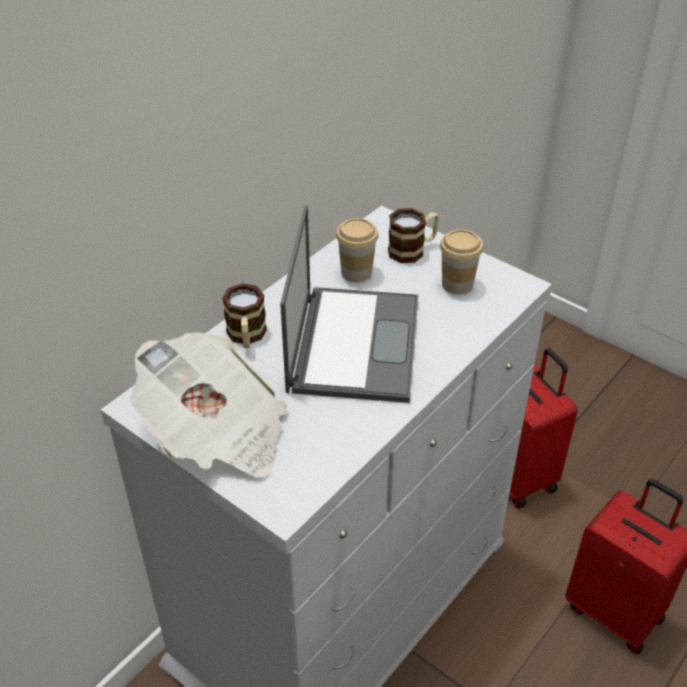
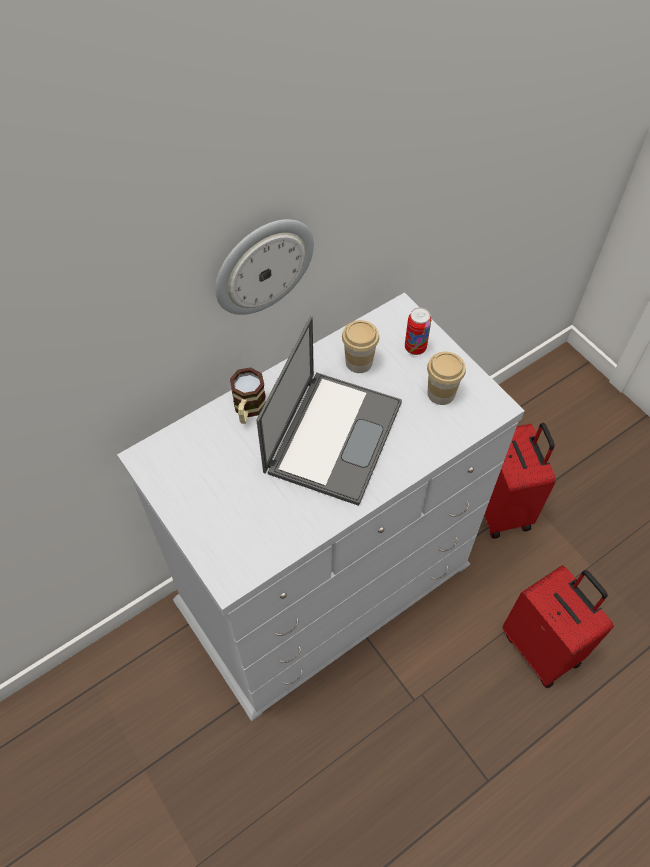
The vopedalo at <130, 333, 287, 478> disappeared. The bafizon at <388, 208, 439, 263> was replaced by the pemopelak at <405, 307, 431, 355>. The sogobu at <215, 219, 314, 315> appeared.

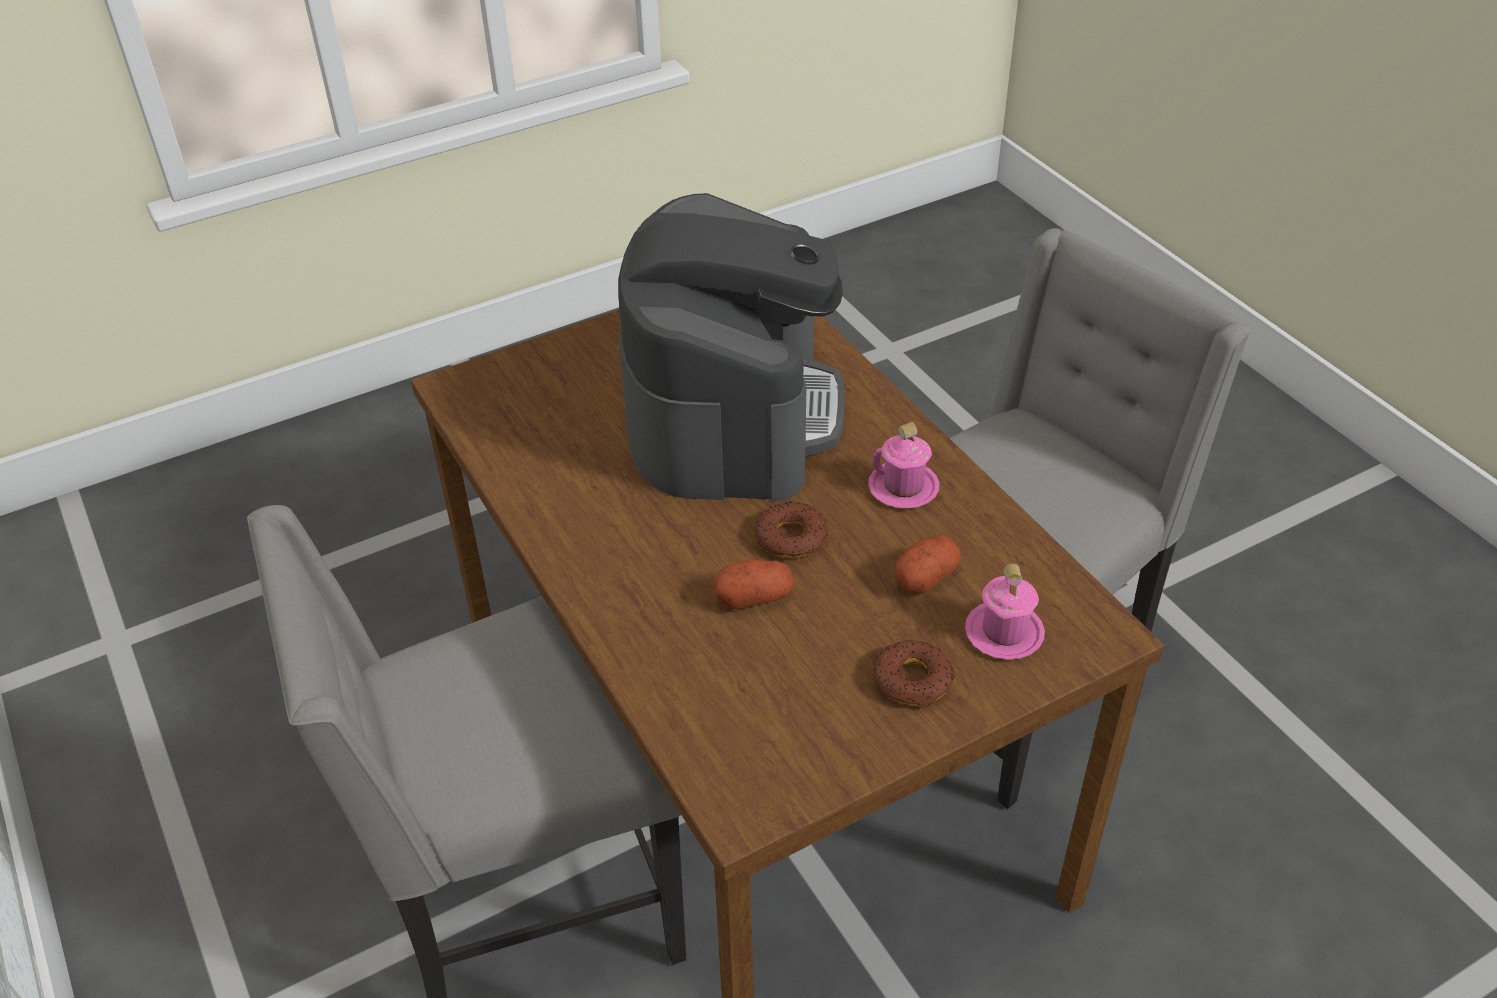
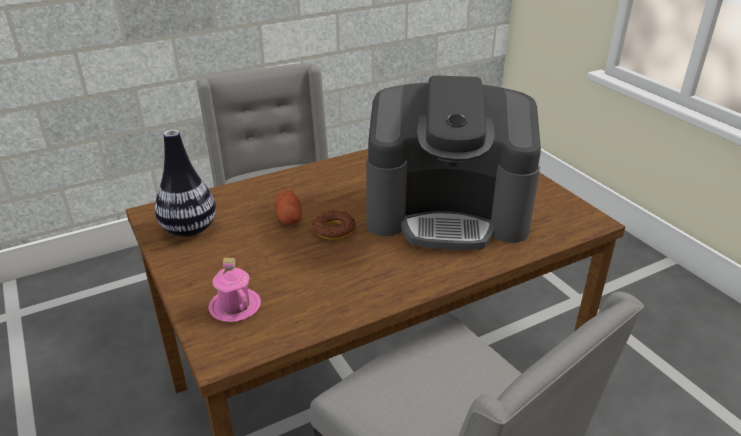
The pink_bafizon at <868, 422, 940, 509> disappeared. The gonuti at <873, 640, 954, 707> disappeared. The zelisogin at <894, 535, 961, 594> disappeared. The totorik at <155, 130, 216, 237> appeared.

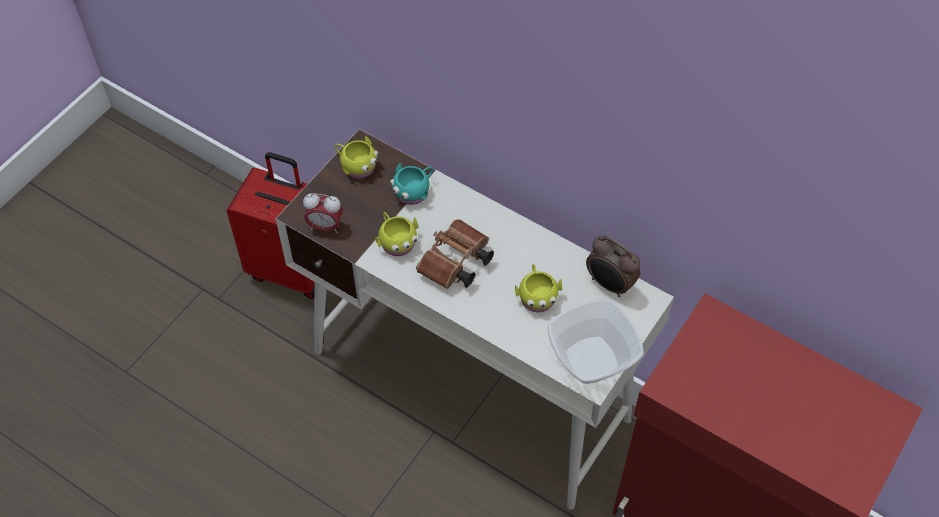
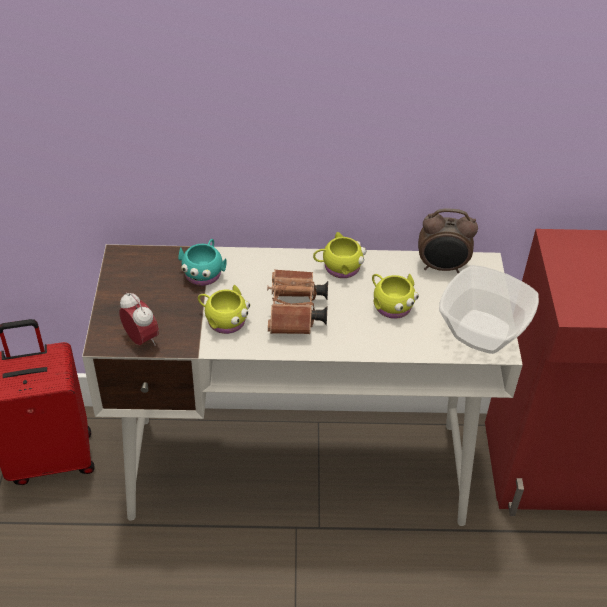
The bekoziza at <303, 193, 343, 233> turned 105 degrees counterclockwise. The yellow_bafizon moved from <334, 136, 379, 178> to <313, 232, 366, 278>.

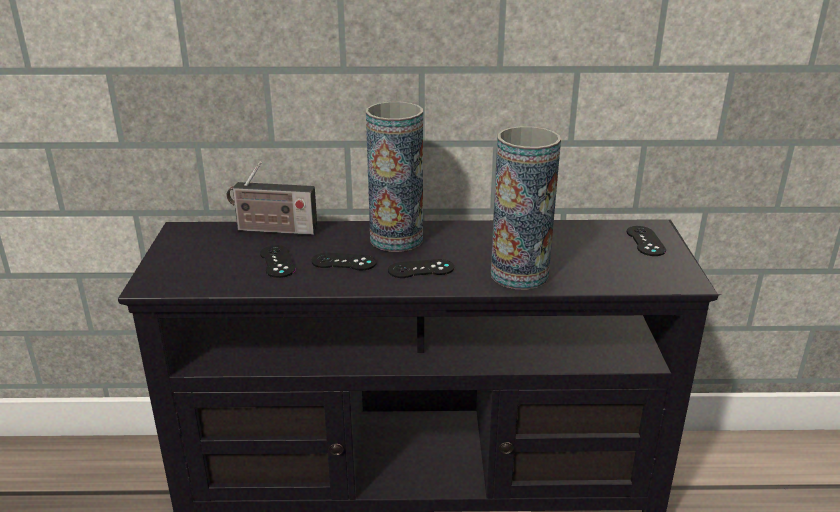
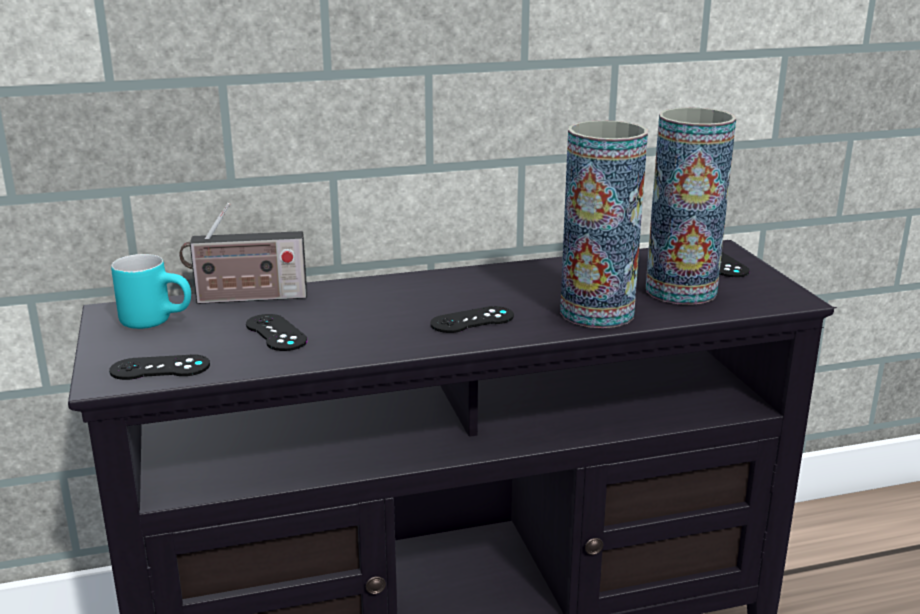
The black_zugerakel moved from <311, 253, 377, 270> to <109, 355, 210, 380>. The totorik moved from <366, 102, 423, 252> to <646, 108, 736, 305>. The turquoise_bafizon at <111, 254, 191, 329> appeared.

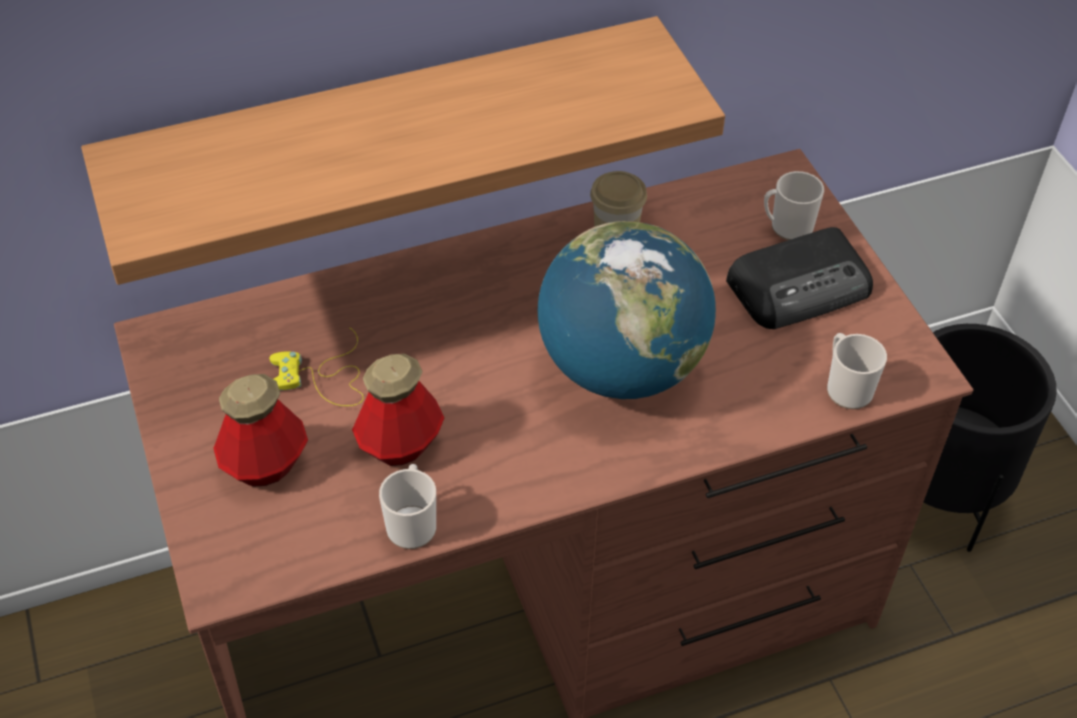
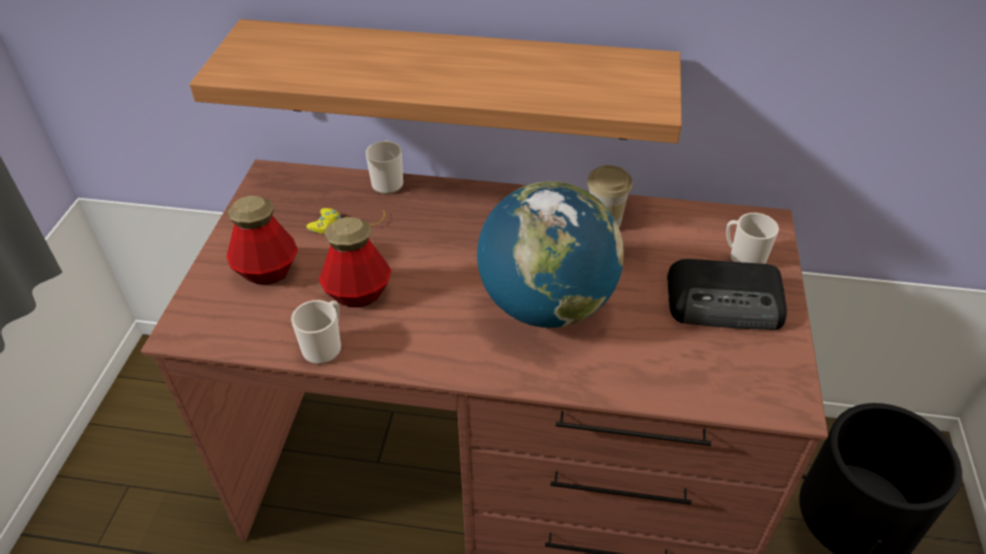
The bafizon moved from <827, 333, 887, 409> to <366, 140, 403, 194>.

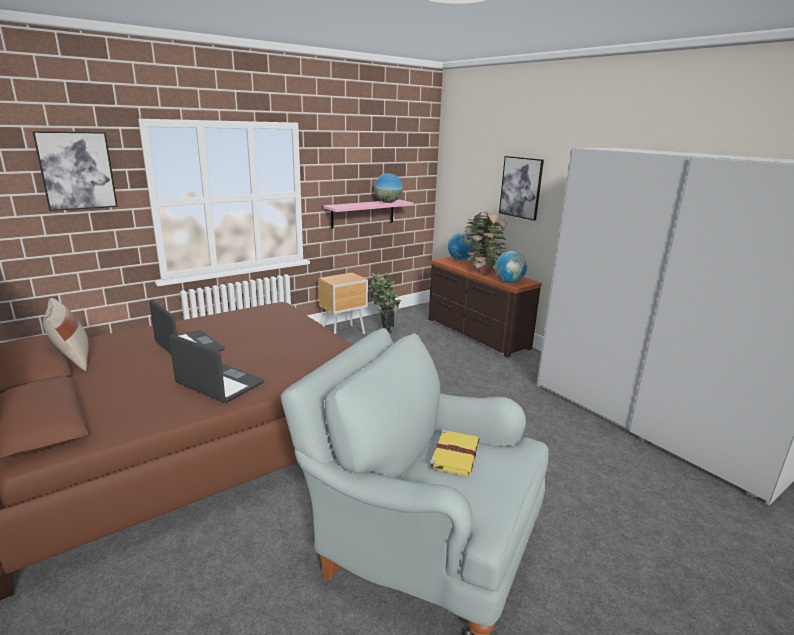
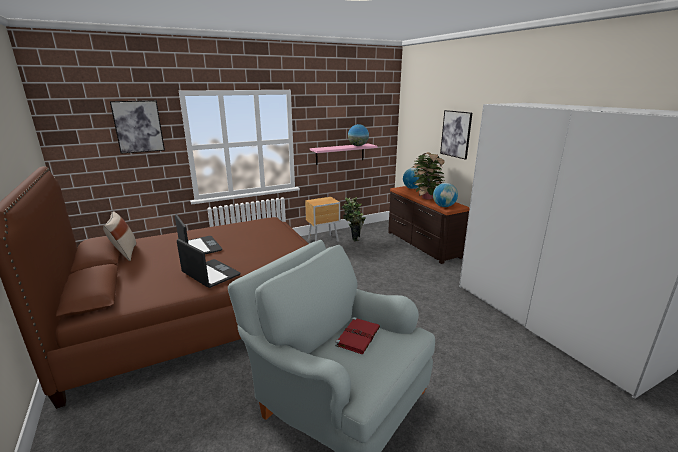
The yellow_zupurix at <429, 430, 479, 476> became the red_zupurix at <335, 317, 380, 354>.

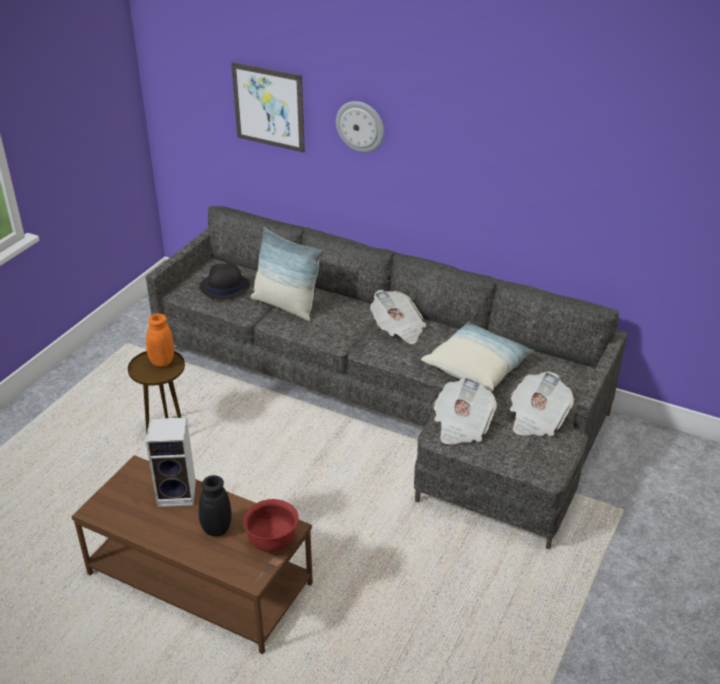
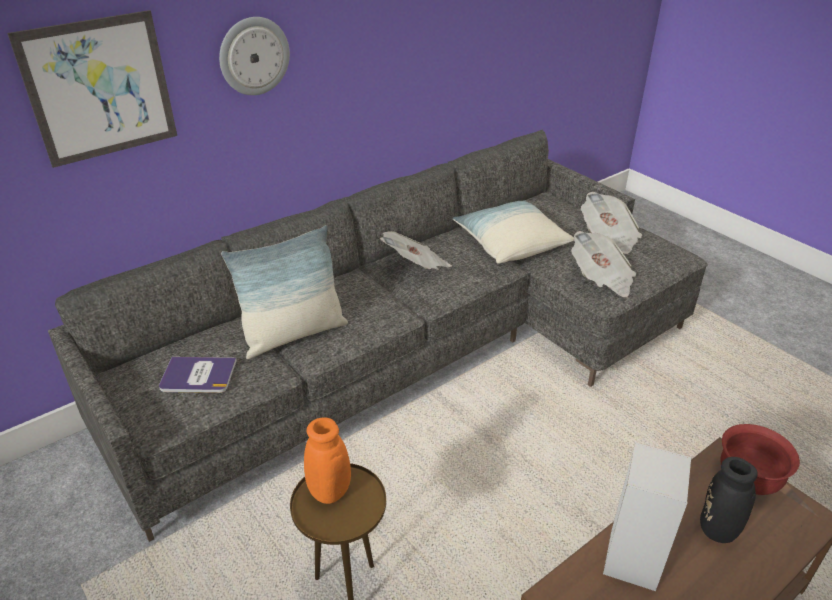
The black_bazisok at <199, 263, 250, 300> was replaced by the zupurix at <159, 357, 237, 393>.

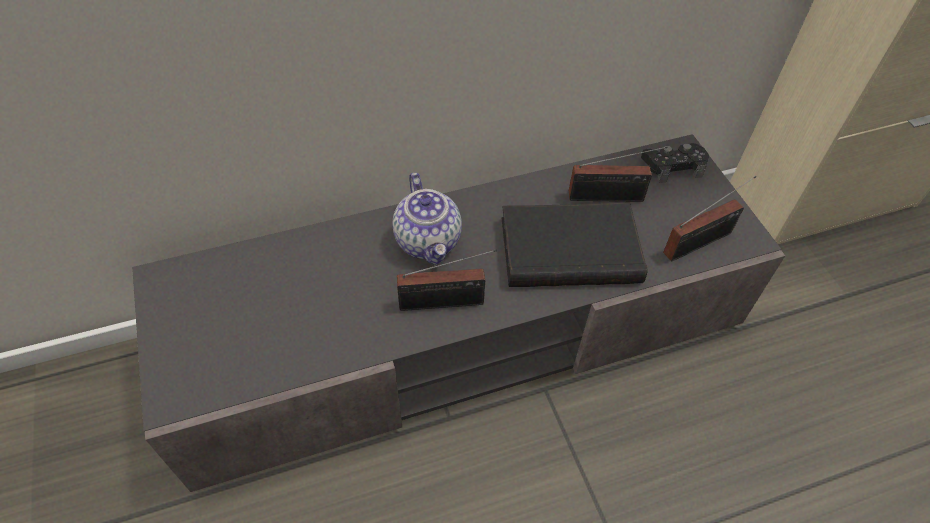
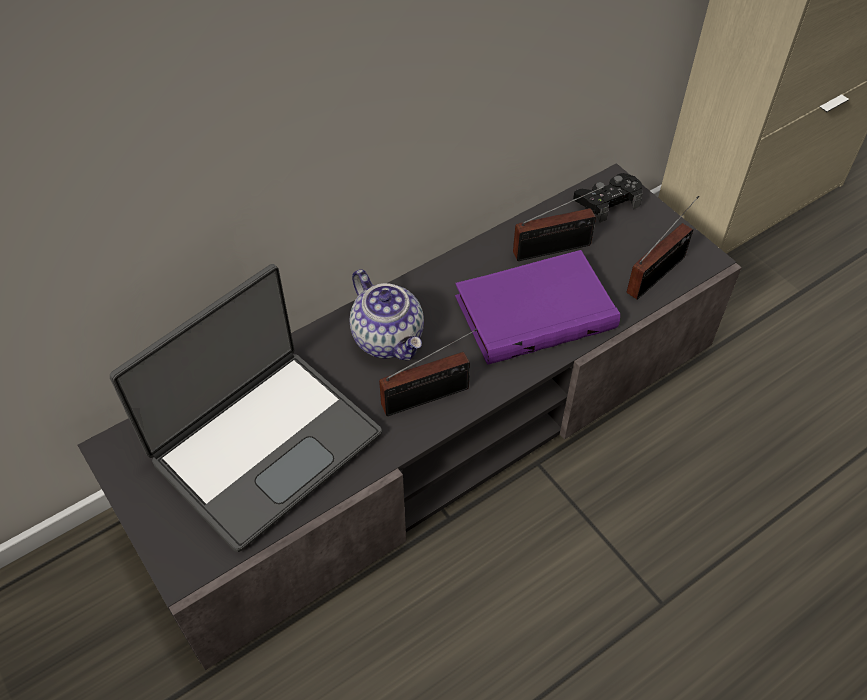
The black_zupurix at <501, 203, 648, 287> became the purple_zupurix at <455, 250, 620, 365>. The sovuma at <110, 264, 382, 552> appeared.

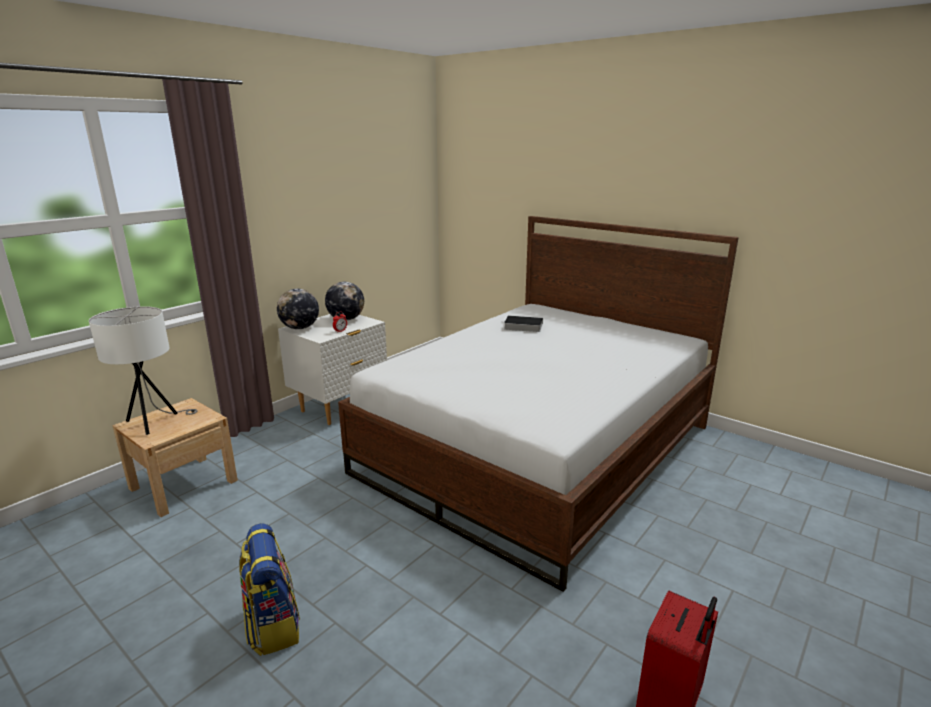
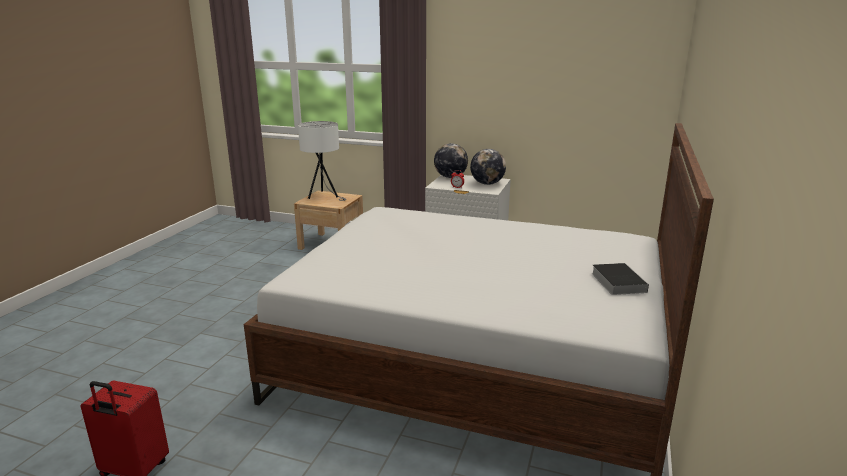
The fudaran at <239, 523, 300, 656> disappeared. The zupurix moved from <504, 315, 543, 332> to <592, 263, 649, 295>.

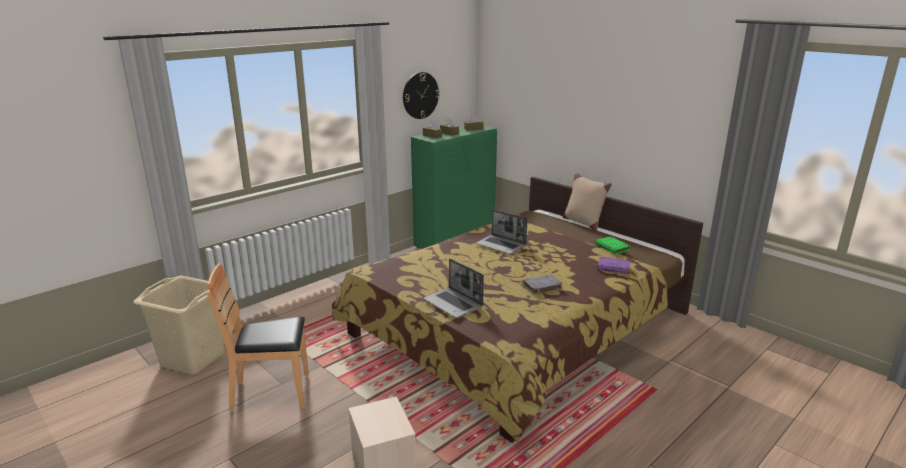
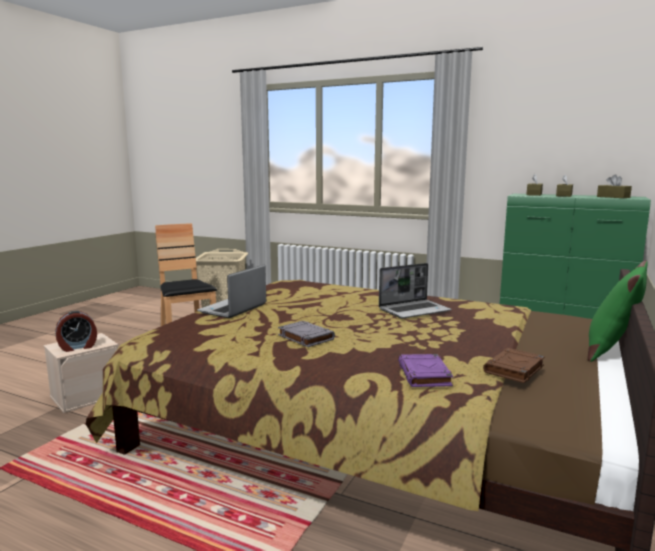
The sogobu at <403, 72, 440, 119> disappeared. The sovuma at <476, 210, 528, 254> turned 135 degrees counterclockwise. The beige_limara at <563, 173, 612, 232> became the green_limara at <588, 261, 648, 362>. The green_zupurix at <595, 236, 630, 254> became the brown_zupurix at <483, 348, 545, 383>. The bekoziza at <55, 311, 97, 352> appeared.

